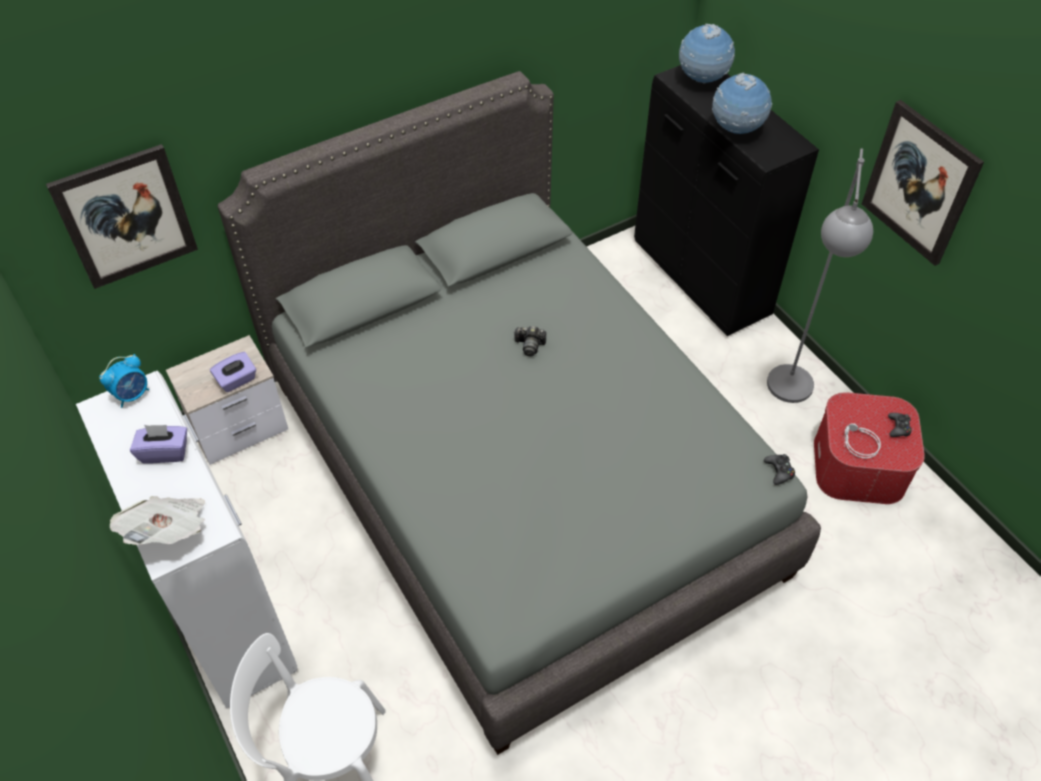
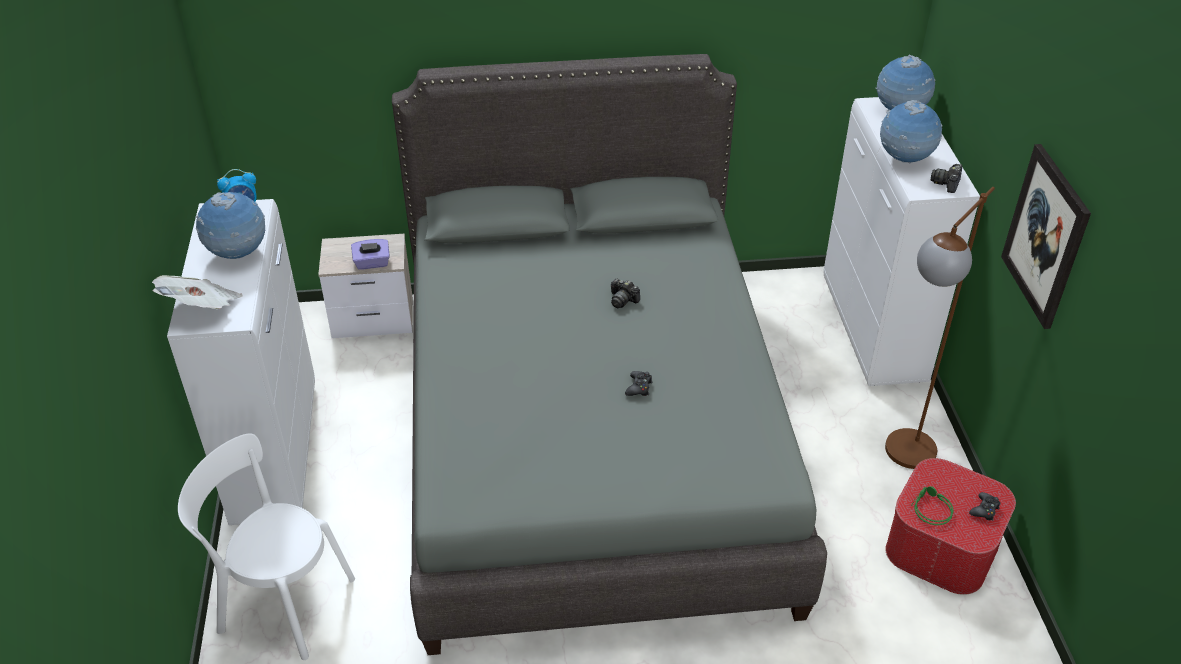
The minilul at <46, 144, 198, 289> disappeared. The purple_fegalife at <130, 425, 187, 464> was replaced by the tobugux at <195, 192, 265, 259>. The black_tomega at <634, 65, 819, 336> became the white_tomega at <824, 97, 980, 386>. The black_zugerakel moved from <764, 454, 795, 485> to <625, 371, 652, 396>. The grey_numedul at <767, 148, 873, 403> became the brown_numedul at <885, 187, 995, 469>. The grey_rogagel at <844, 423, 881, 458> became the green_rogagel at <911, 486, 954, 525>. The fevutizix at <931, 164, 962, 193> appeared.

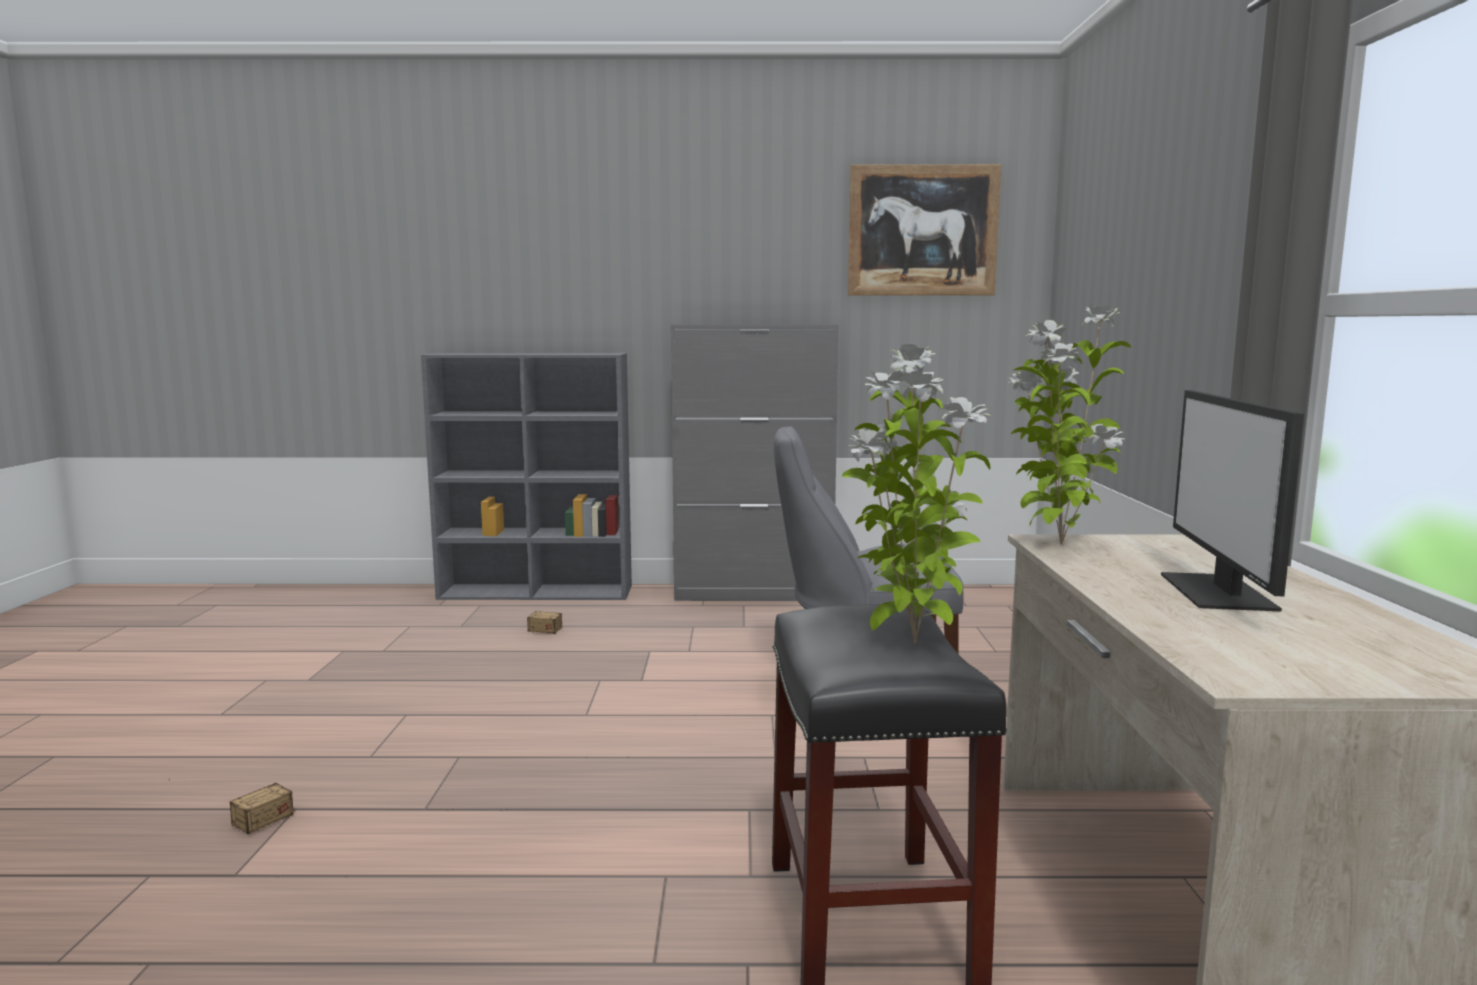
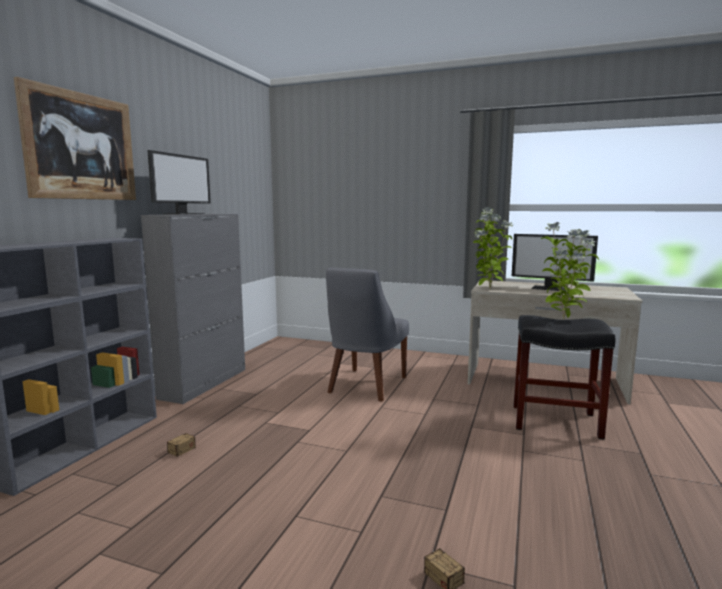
The minilul moved from <848, 164, 1001, 296> to <14, 77, 136, 200>. The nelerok at <147, 150, 211, 215> appeared.

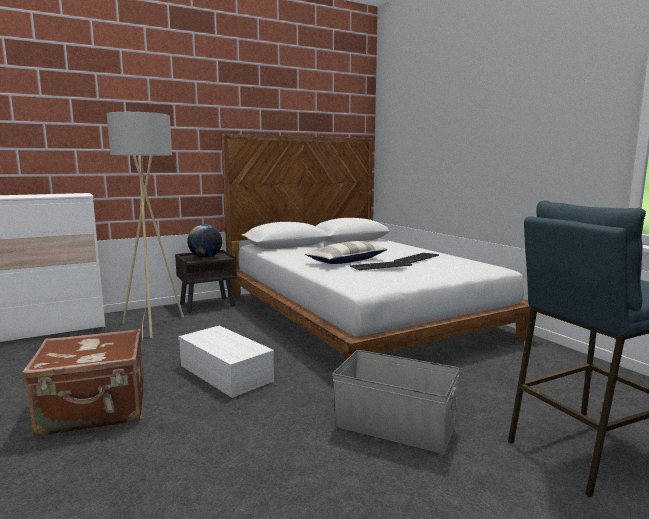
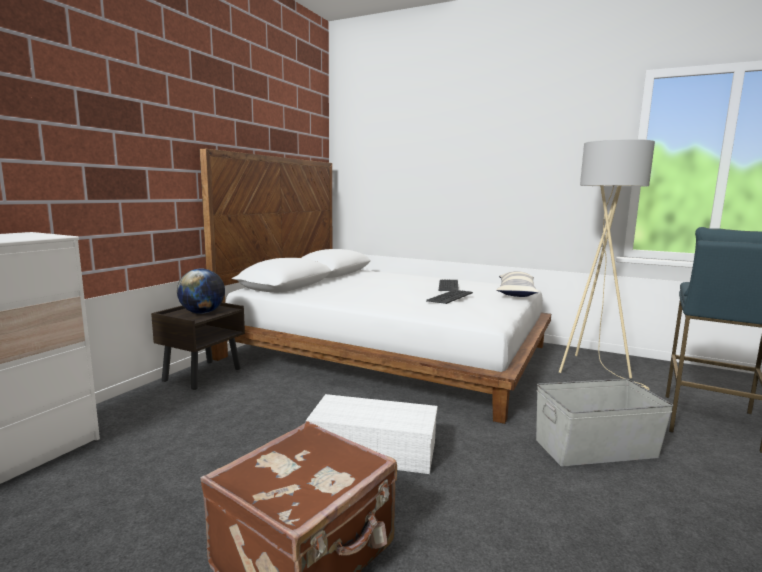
The beige_numedul moved from <107, 112, 184, 340> to <559, 139, 655, 390>. The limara moved from <305, 241, 388, 264> to <496, 271, 539, 297>.

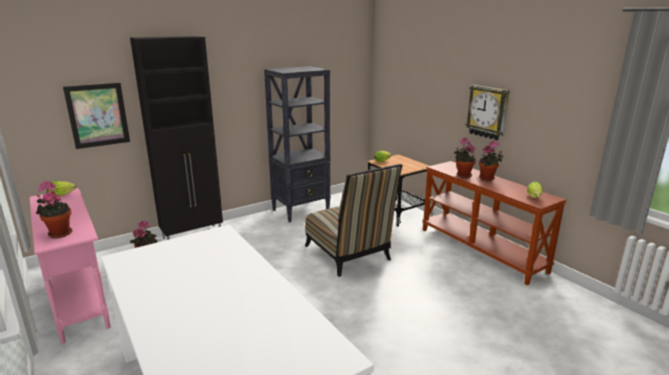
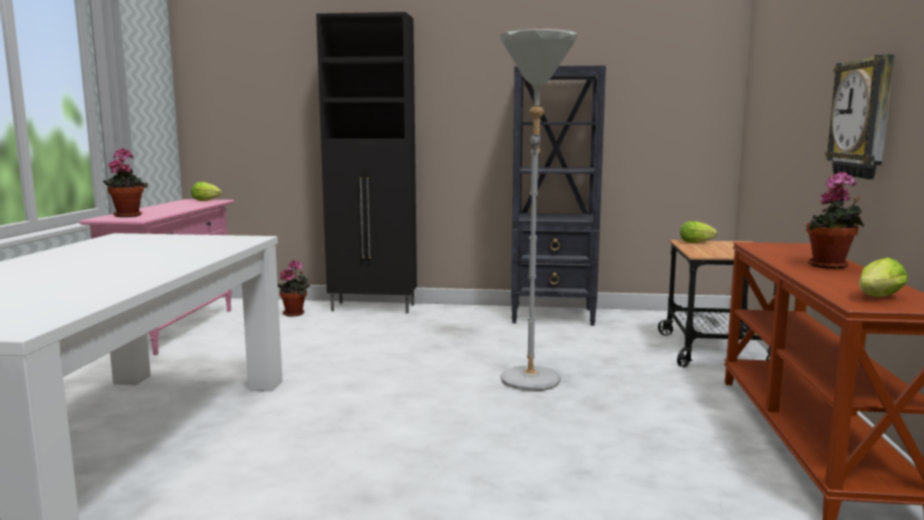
The minilul at <63, 83, 130, 149> disappeared. The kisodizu at <305, 164, 403, 277> was replaced by the grey_numedul at <500, 29, 577, 391>. The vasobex at <453, 137, 476, 178> disappeared.

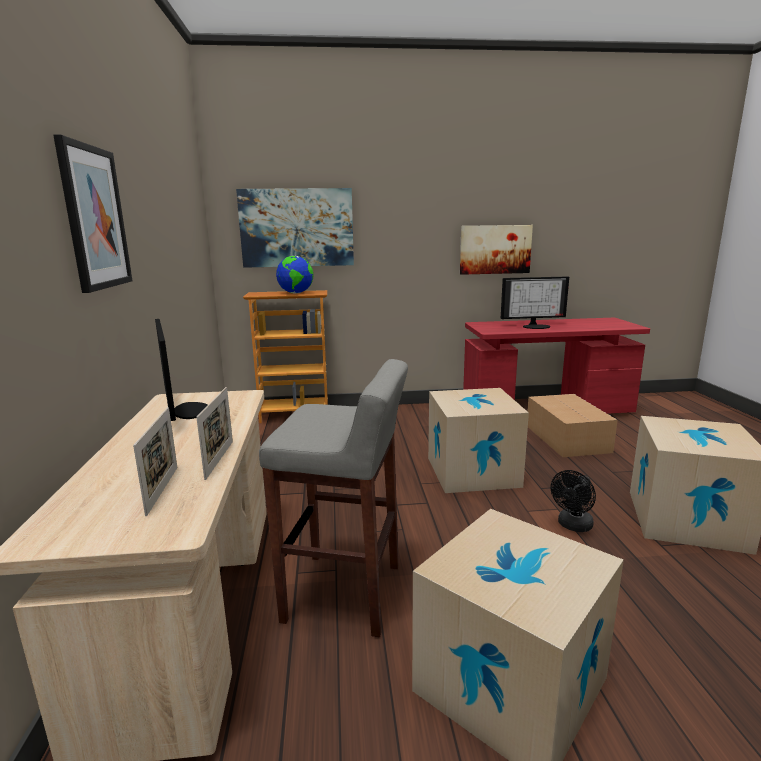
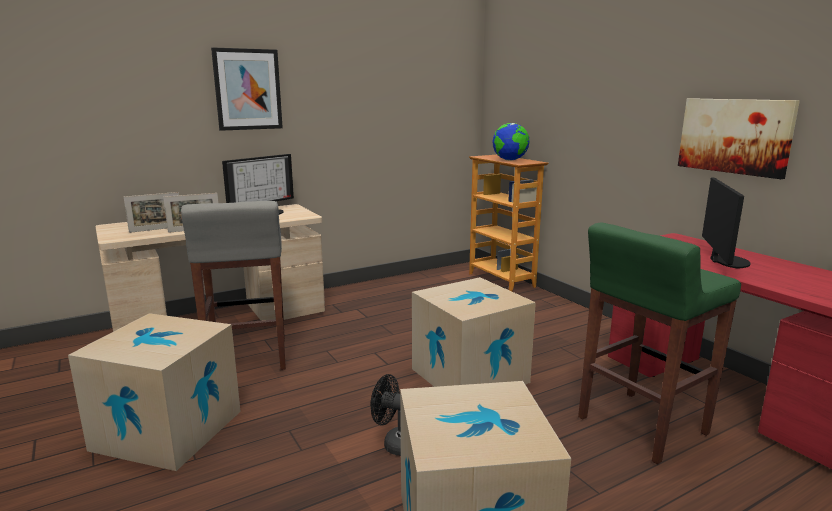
The minilul at <236, 188, 354, 268> disappeared. The nelerok at <501, 276, 569, 329> turned 135 degrees counterclockwise. The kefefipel at <527, 394, 618, 457> was replaced by the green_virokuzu at <578, 223, 741, 464>.

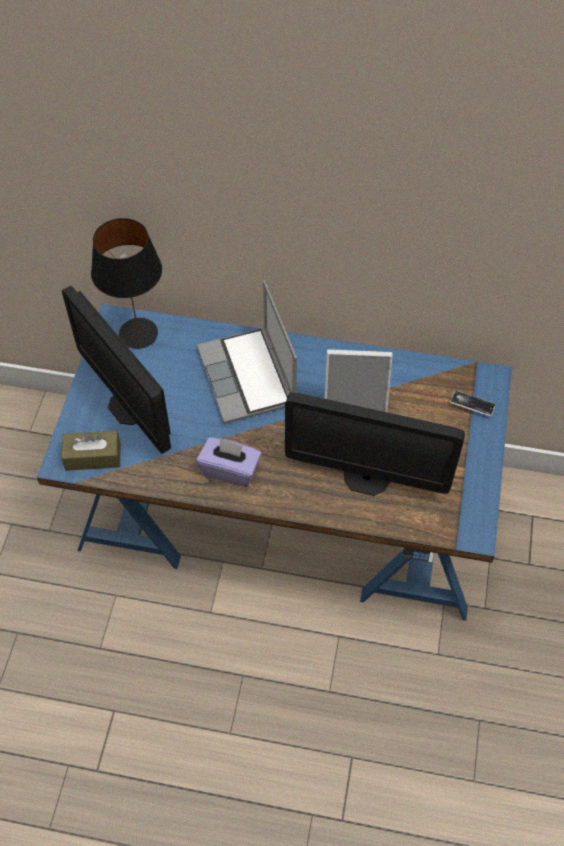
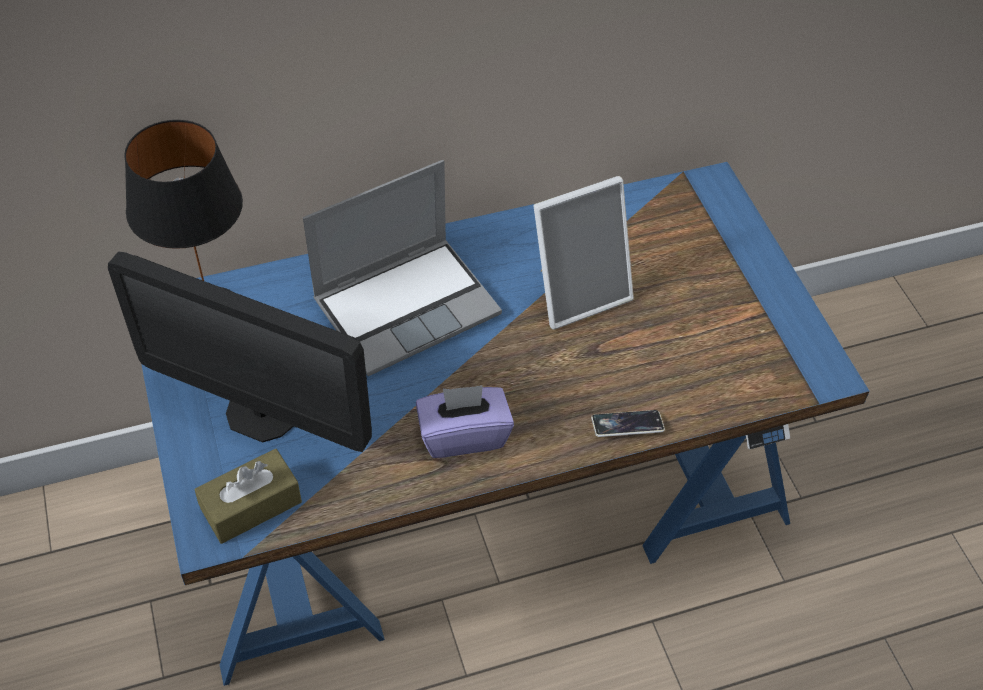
The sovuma at <197, 281, 297, 424> turned 75 degrees counterclockwise. The nelerok at <285, 393, 465, 496> disappeared. The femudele moved from <450, 391, 496, 416> to <591, 410, 665, 437>.

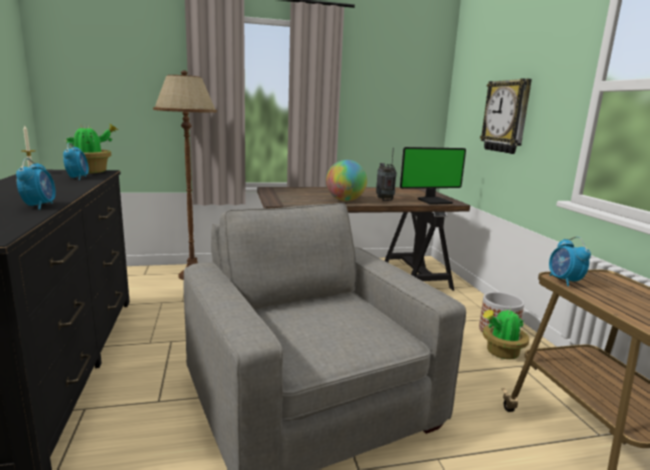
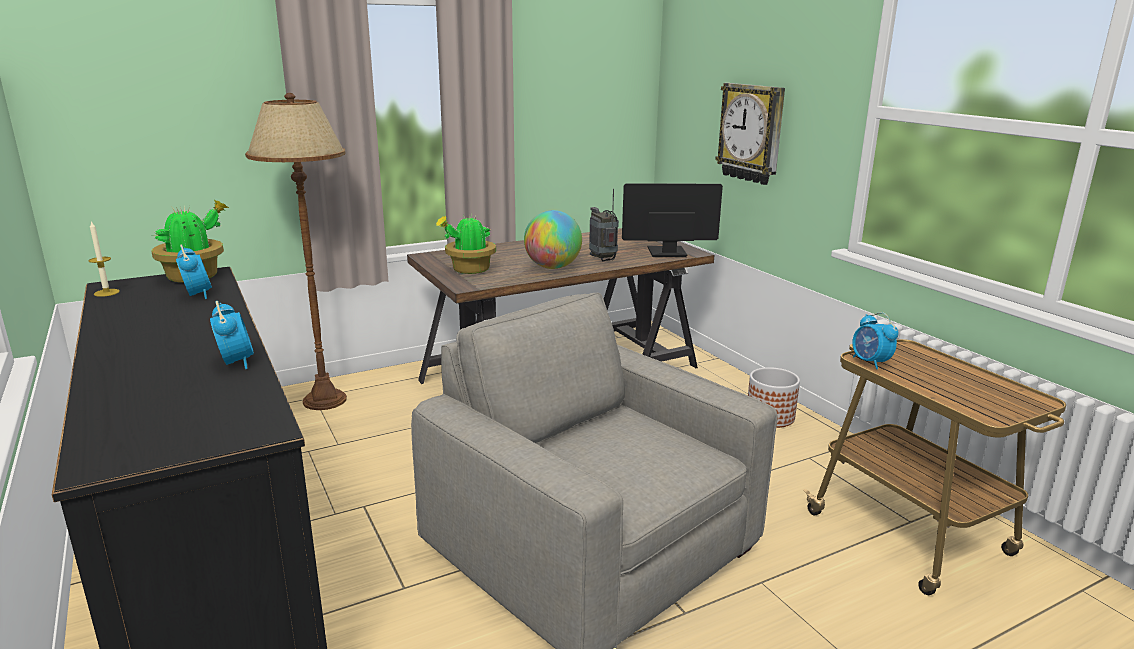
The nelerok at <400, 147, 466, 205> turned 150 degrees counterclockwise. The vasobex moved from <483, 307, 529, 359> to <436, 214, 496, 274>.

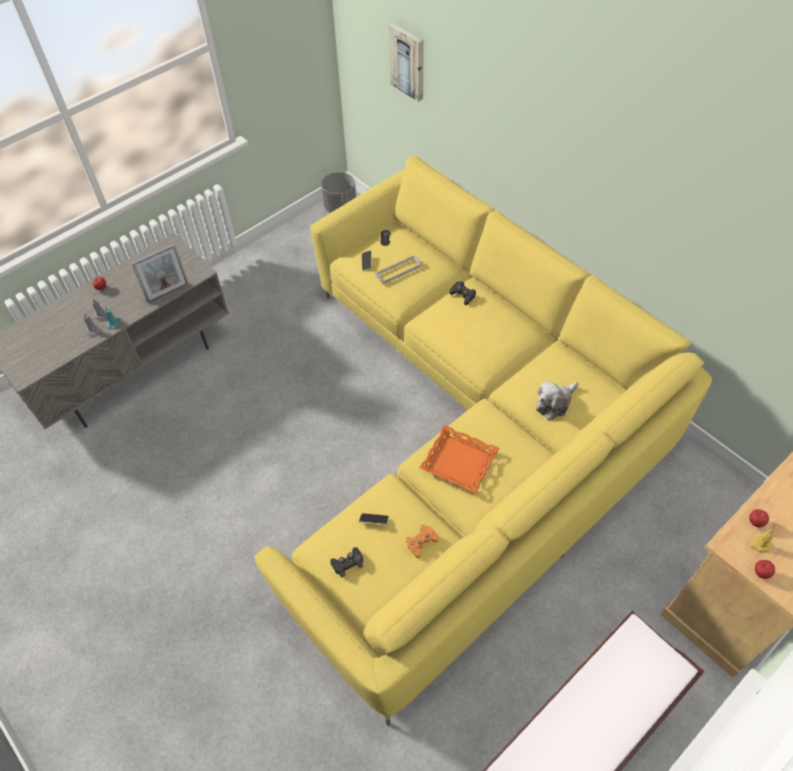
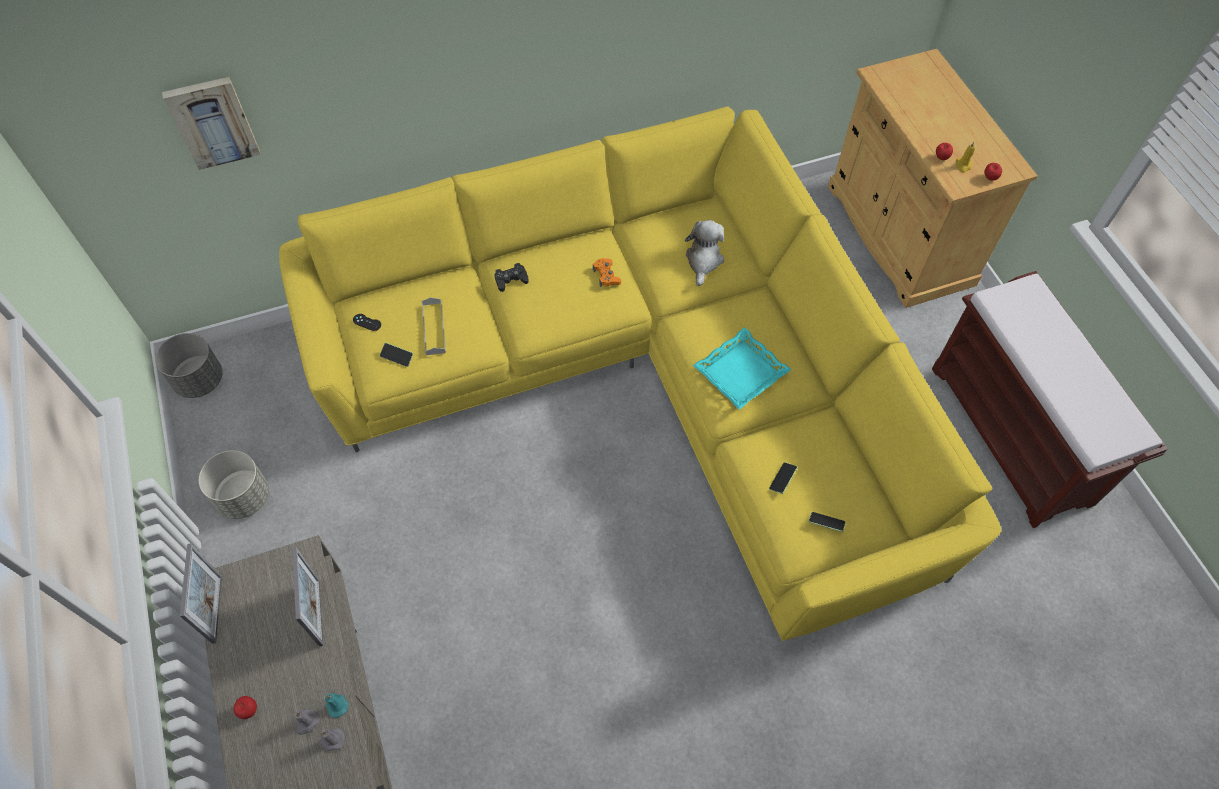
The black_zugerakel at <330, 547, 363, 578> was replaced by the femudele at <809, 512, 846, 532>. The orange_zugerakel moved from <406, 524, 439, 558> to <593, 258, 621, 287>. The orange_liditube at <419, 425, 500, 493> became the turquoise_liditube at <693, 328, 791, 410>. The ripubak at <536, 381, 578, 420> turned 150 degrees counterclockwise. The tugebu at <180, 544, 222, 644> appeared. The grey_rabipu at <199, 450, 269, 519> appeared.

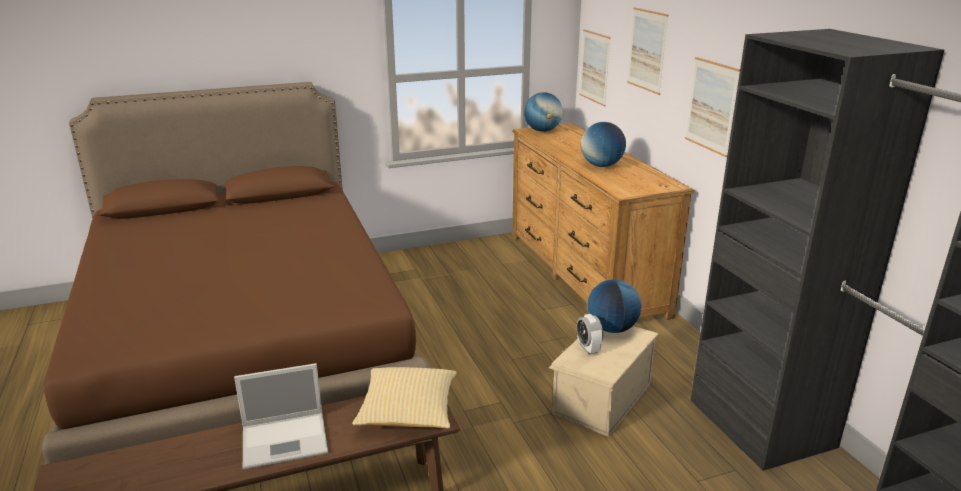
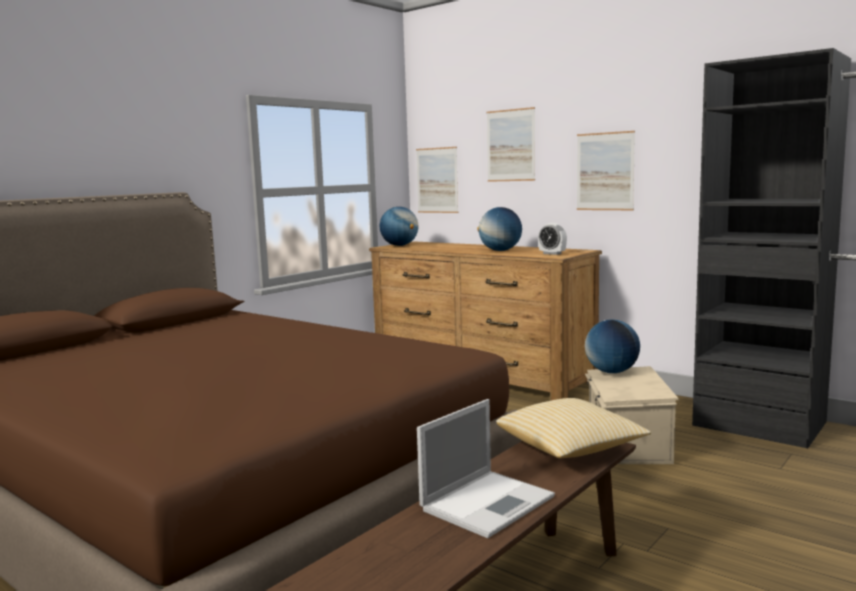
The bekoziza moved from <576, 314, 603, 355> to <538, 223, 567, 255>.

